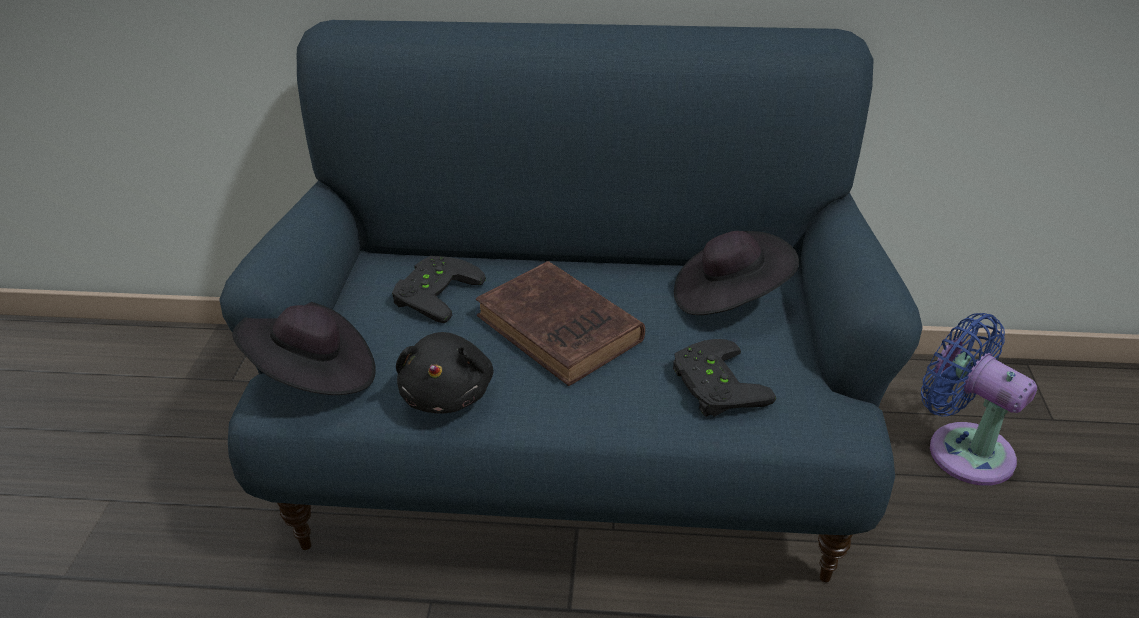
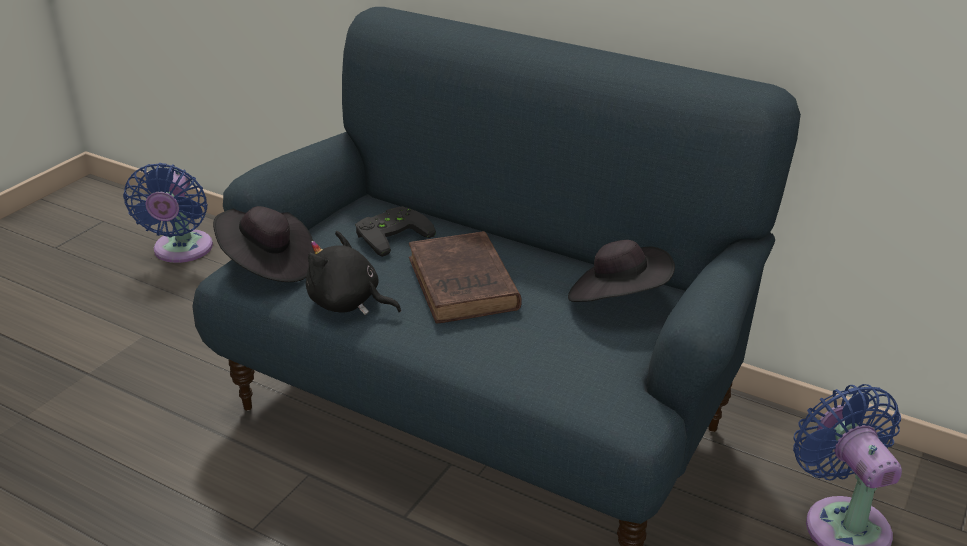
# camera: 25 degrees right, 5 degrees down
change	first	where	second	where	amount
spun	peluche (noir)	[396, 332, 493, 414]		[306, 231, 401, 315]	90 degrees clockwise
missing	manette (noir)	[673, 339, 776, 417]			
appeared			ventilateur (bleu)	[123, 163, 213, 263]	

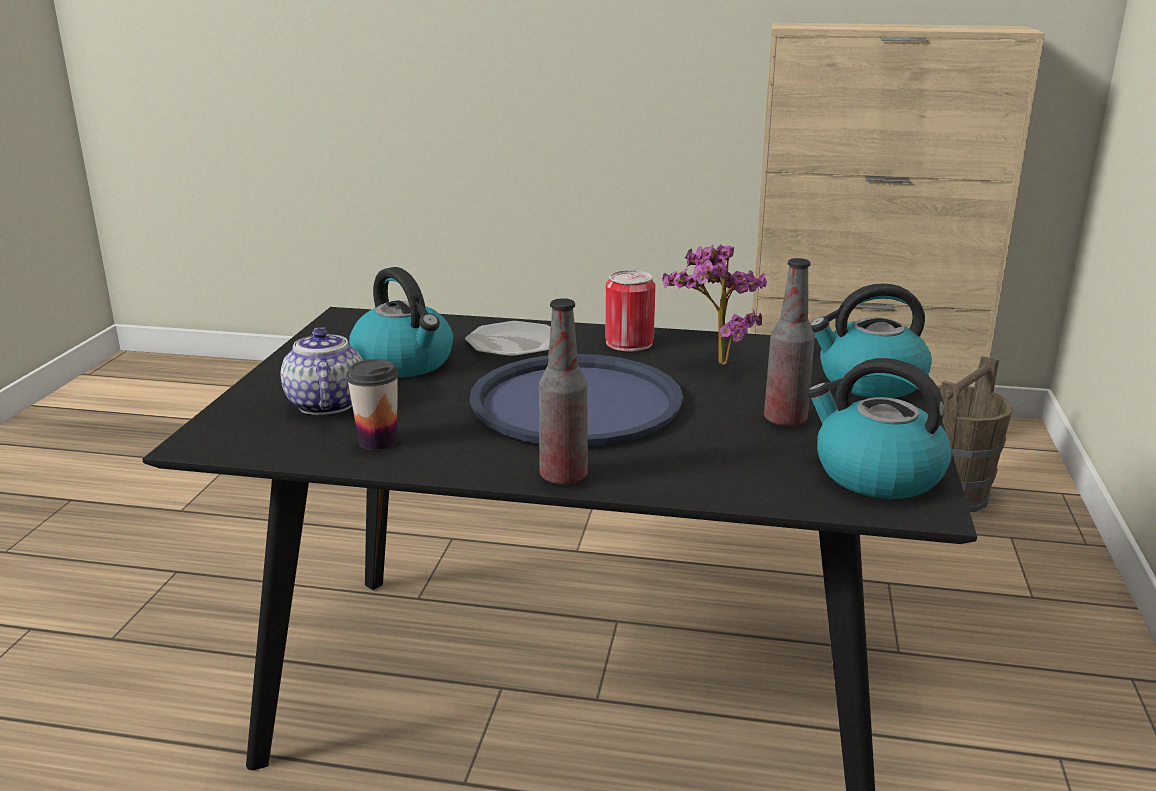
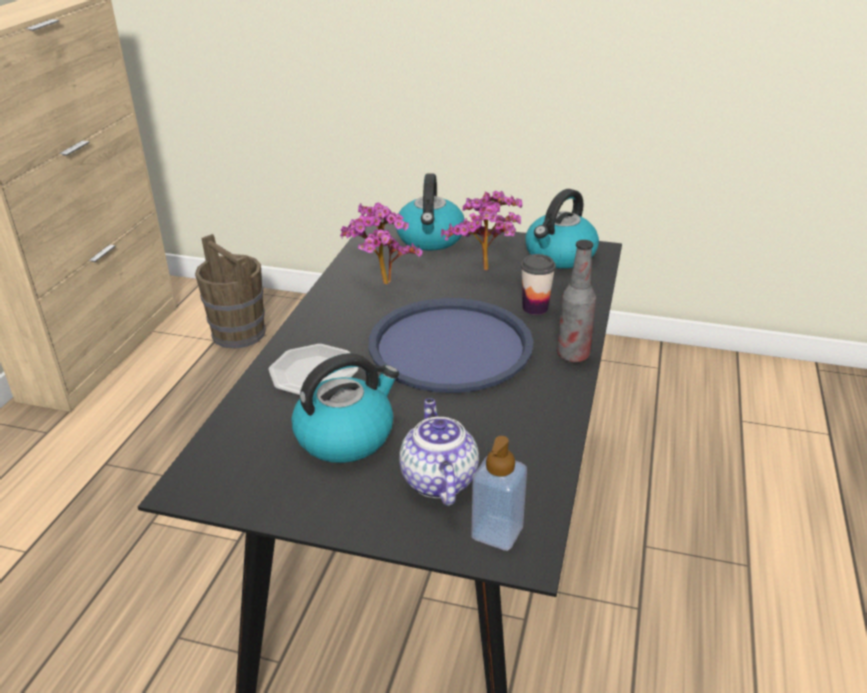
# camera: 85 degrees left, 10 degrees up
change	first	where	second	where	amount
spun	théière	[281, 327, 362, 415]		[399, 399, 479, 506]	90 degrees clockwise
relocated	tasse	[346, 359, 399, 450]		[521, 254, 556, 315]	
missing	boîte métallique	[605, 270, 656, 351]			
exchanged	bouteille	[764, 258, 815, 427]	plante en pot	[441, 191, 522, 270]	
appeared			distributeur de savon	[471, 436, 527, 551]	

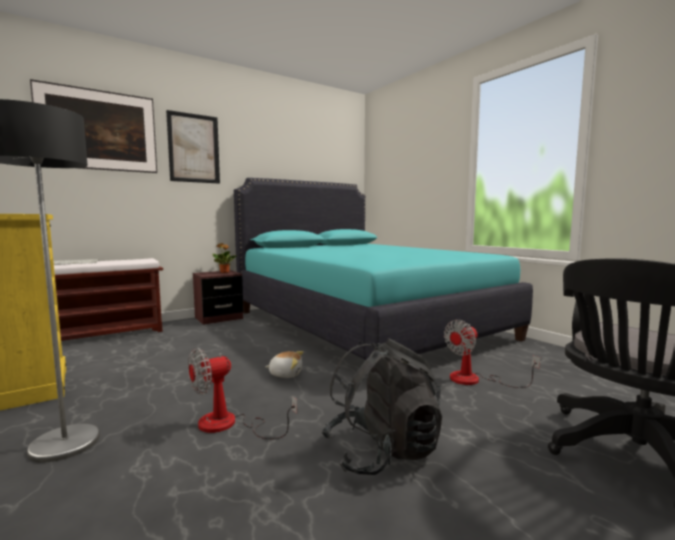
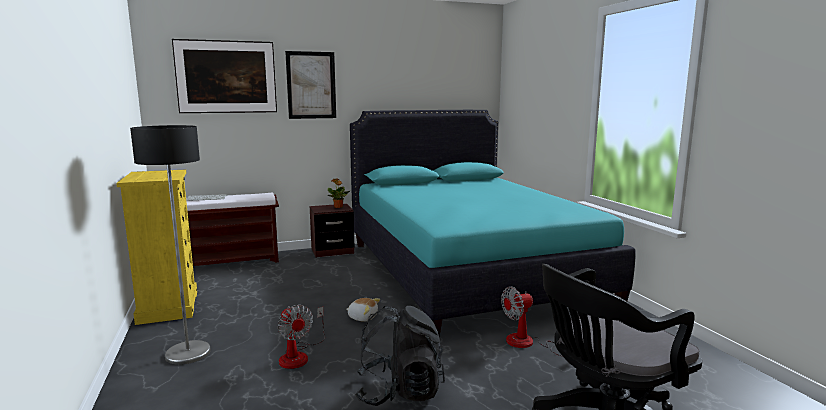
# camera: 15 degrees right, 5 degrees up
change	first	where	second	where	amount
spun	ventilateur	[188, 348, 297, 439]		[278, 305, 325, 369]	105 degrees counterclockwise

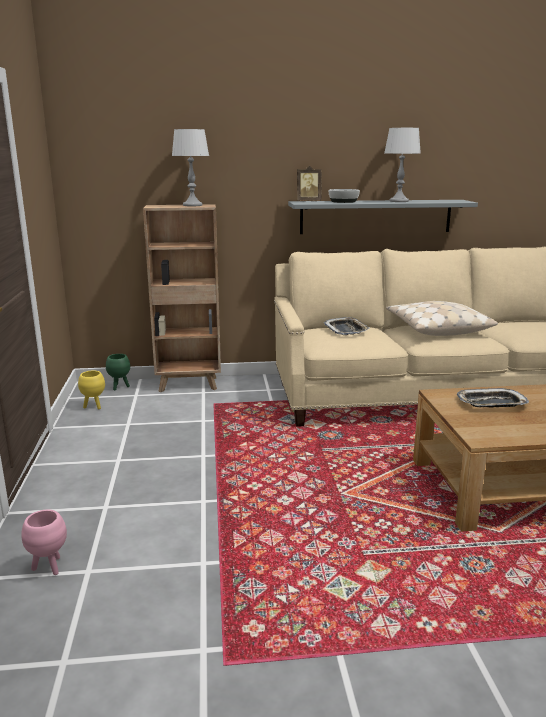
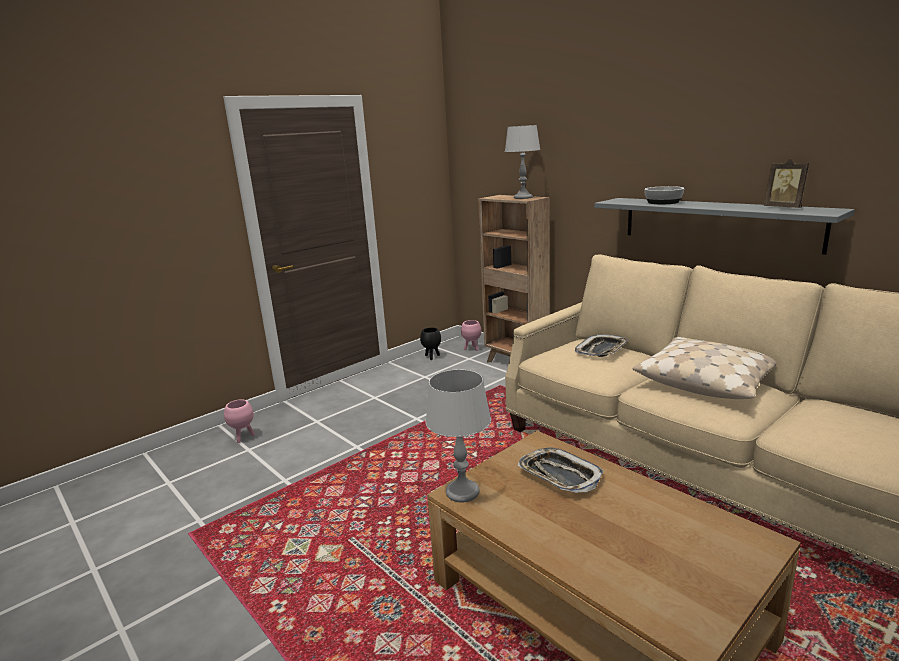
# camera: 55 degrees right, 0 degrees up
change	first	where	second	where	amount
colour	cache-pot (jaune)	[78, 370, 105, 409]	cache-pot (noir)	[420, 328, 441, 360]	
colour	cache-pot (vert)	[106, 354, 130, 390]	cache-pot (rose)	[461, 320, 481, 351]	
relocated	cadre photo	[297, 166, 322, 201]		[764, 158, 809, 208]	
relocated	lampe de table (gris)	[384, 128, 421, 202]		[425, 370, 491, 503]	

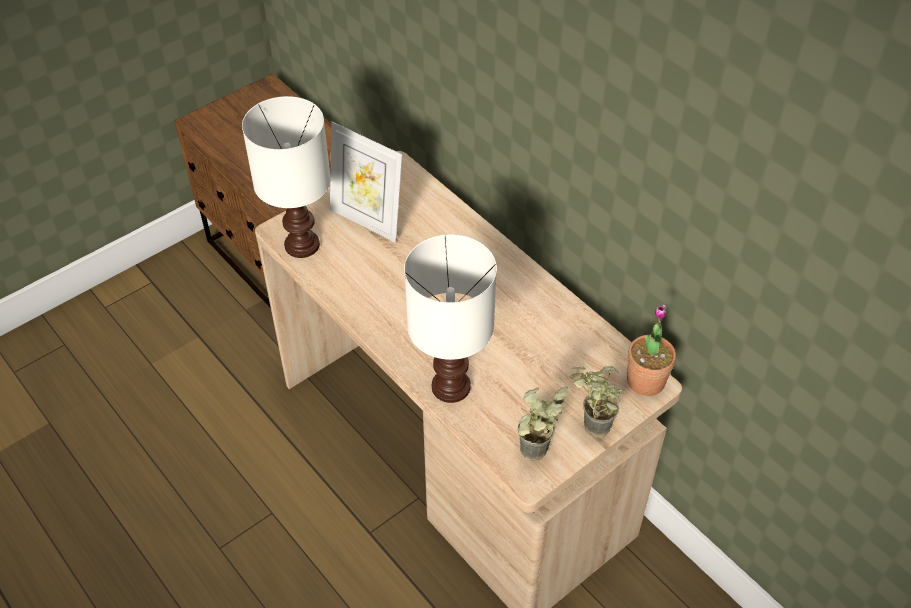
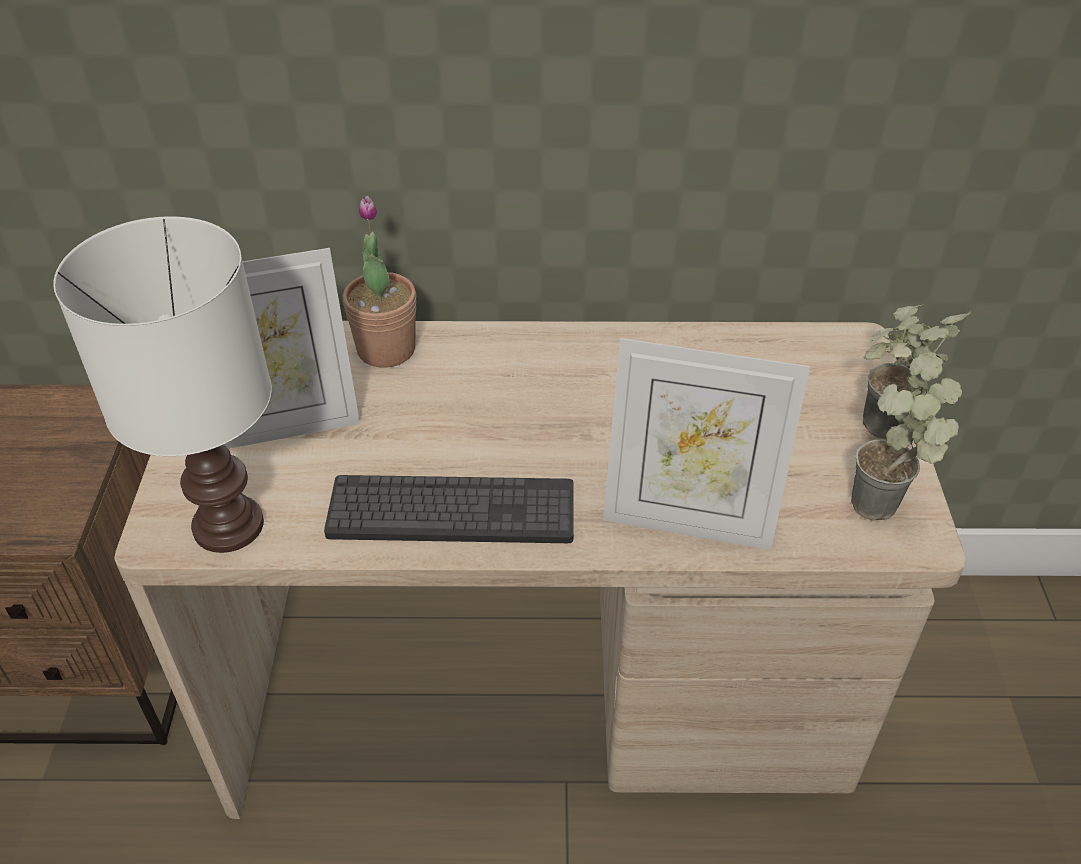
# camera: 50 degrees left, 5 degrees down
change	first	where	second	where	amount
exchanged	lampe de table (blanc)	[404, 234, 497, 403]	cadre photo	[603, 338, 810, 550]	
relocated	plante en pot	[627, 305, 676, 396]		[343, 196, 416, 368]	
appeared			clavier	[324, 475, 574, 543]	

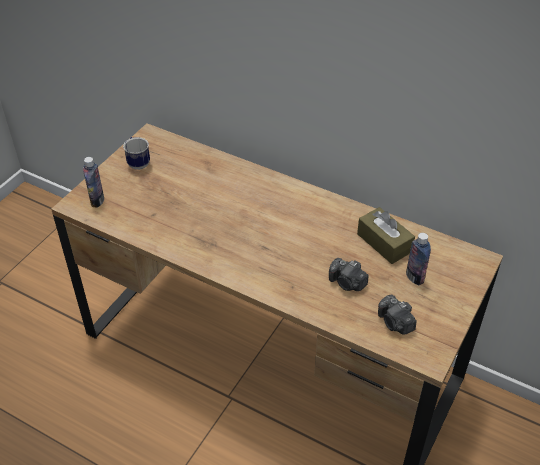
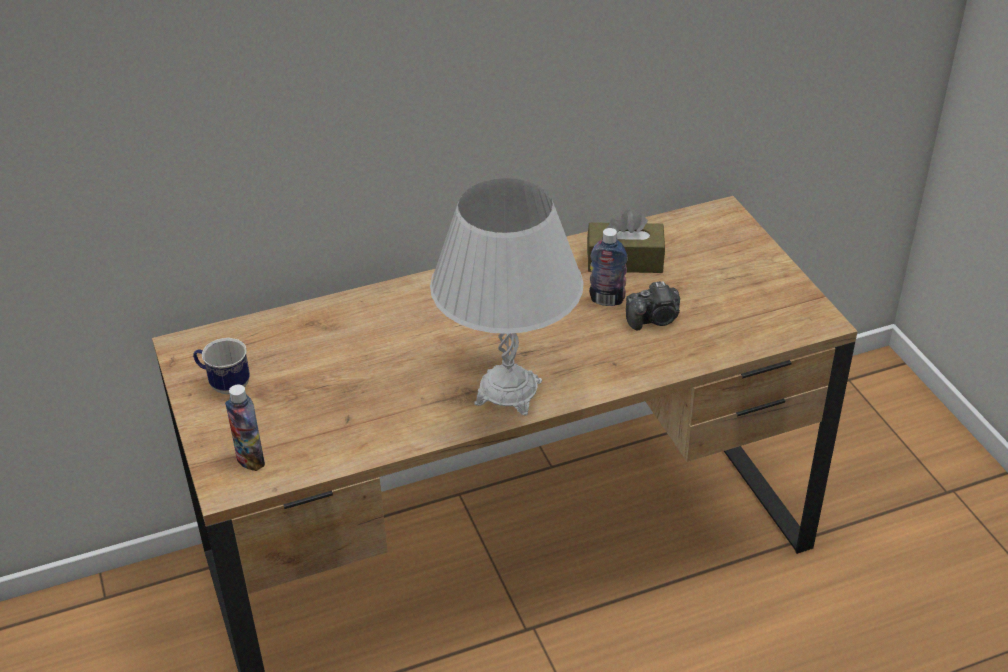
# camera: 50 degrees left, 5 degrees down
change	first	where	second	where	amount
missing	appareil photo	[378, 295, 417, 335]			
relocated	bouteille	[406, 233, 431, 285]		[589, 228, 628, 306]	
appeared			lampe de table (blanc)	[430, 178, 584, 416]	

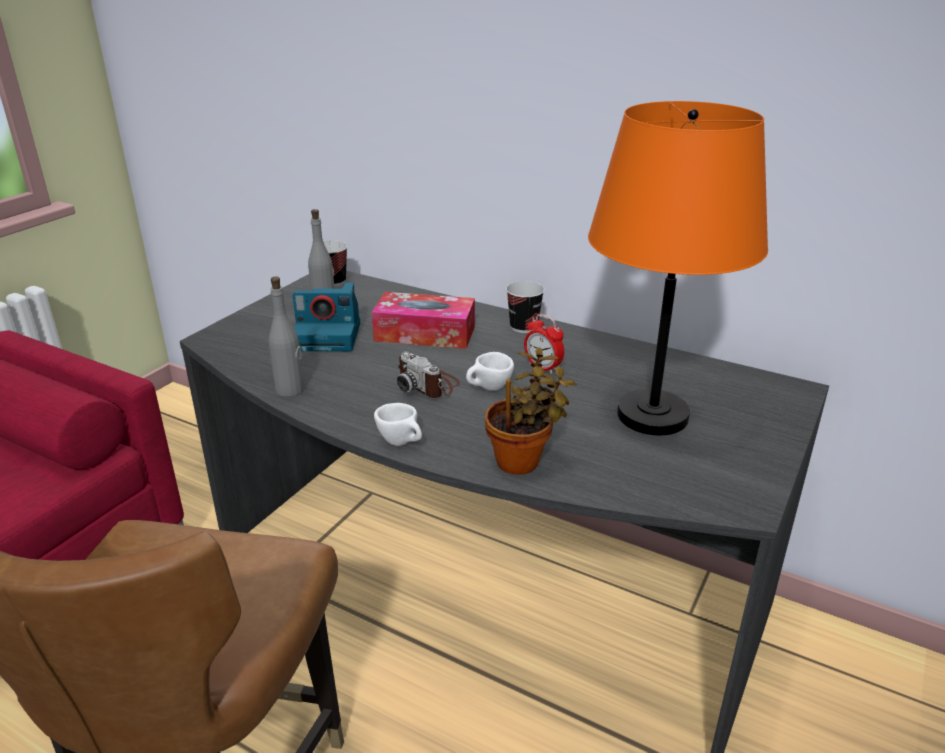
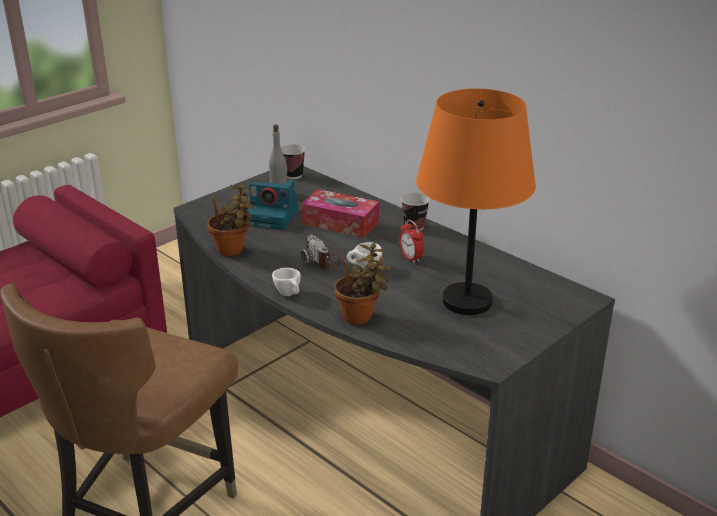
# camera: 15 degrees right, 0 degrees up
change	first	where	second	where	amount
exchanged	bouteille (gris)	[269, 277, 304, 397]	plante en pot	[207, 184, 254, 257]	

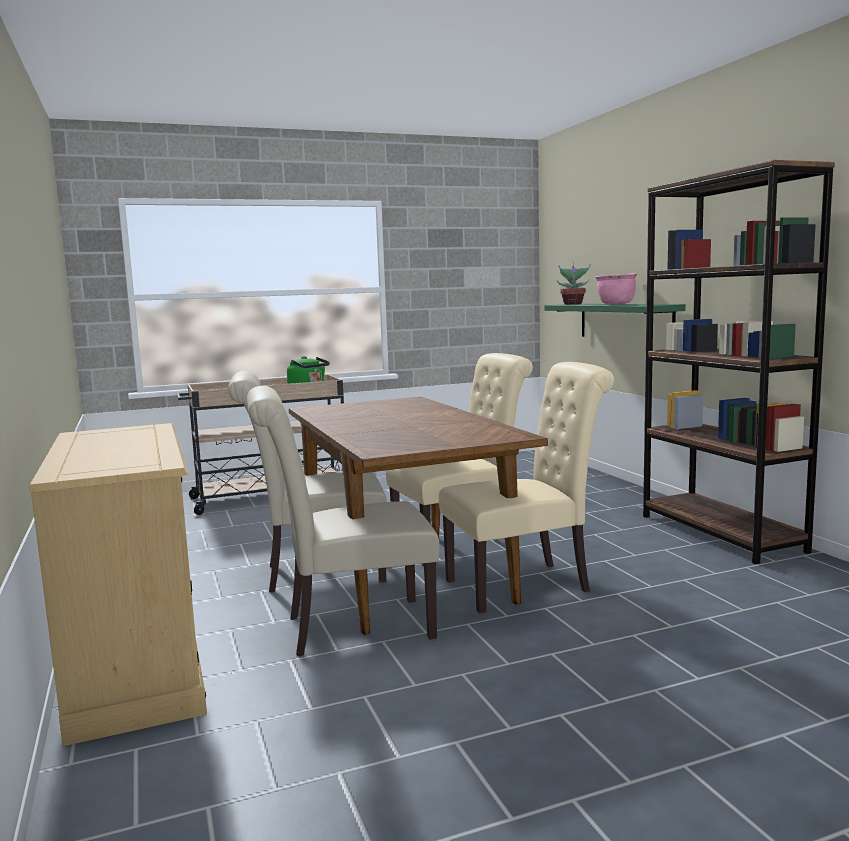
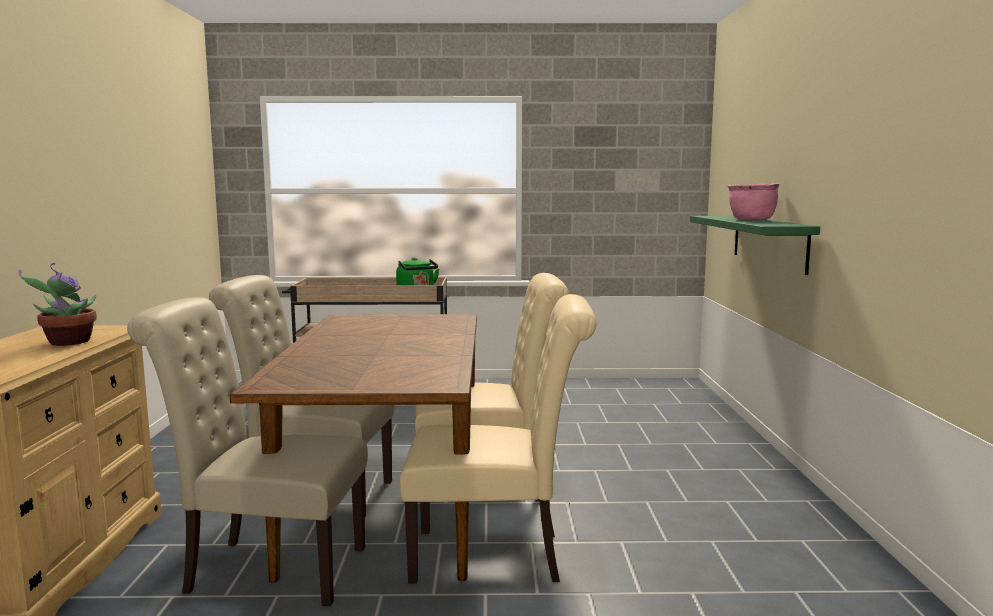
# camera: 20 degrees right, 0 degrees up
change	first	where	second	where	amount
relocated	plante en pot	[557, 261, 591, 305]		[18, 263, 97, 346]	
missing	bibliothèque (marron)	[643, 160, 835, 564]			

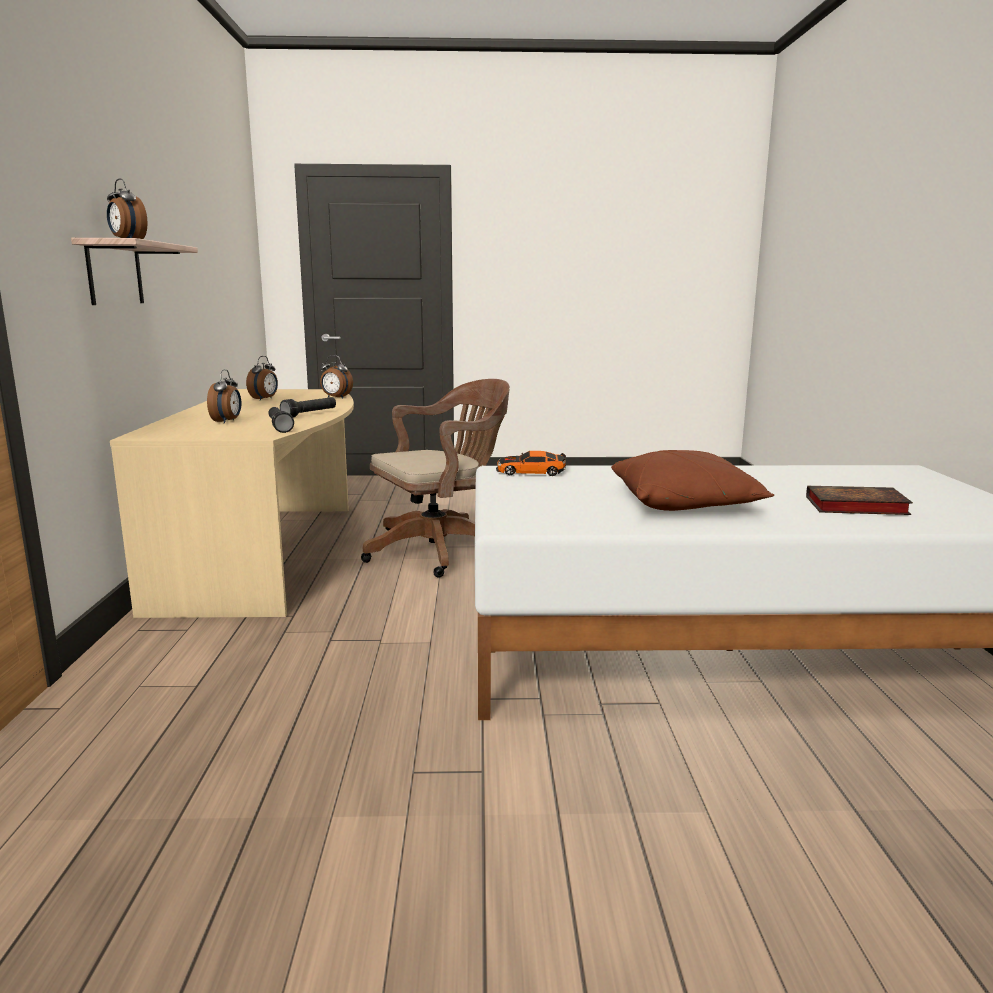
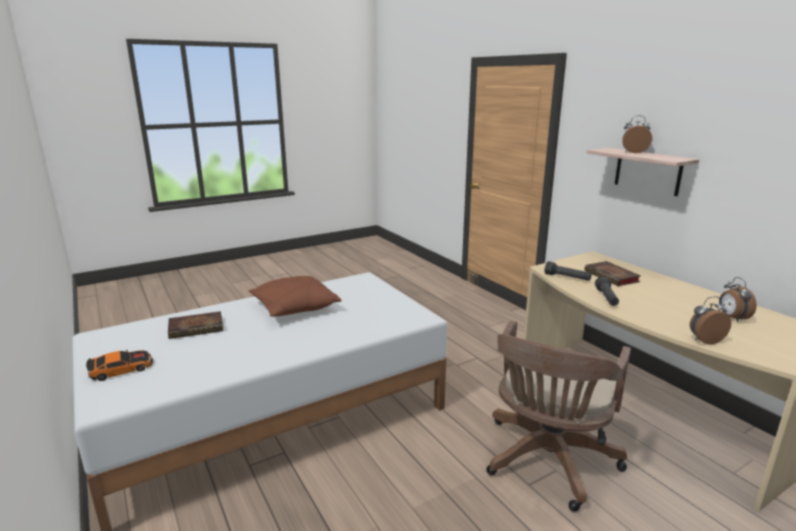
# camera: 150 degrees right, 5 degrees up
change	first	where	second	where	amount
exchanged	réveil	[207, 369, 241, 424]	livre	[585, 261, 641, 286]	
relocated	petite voiture	[496, 451, 566, 476]		[86, 350, 153, 381]	

